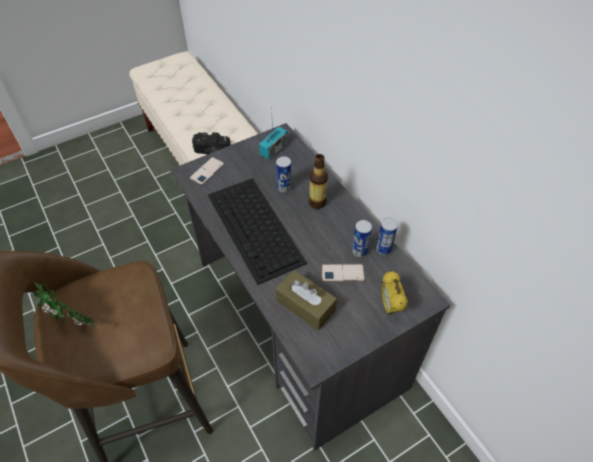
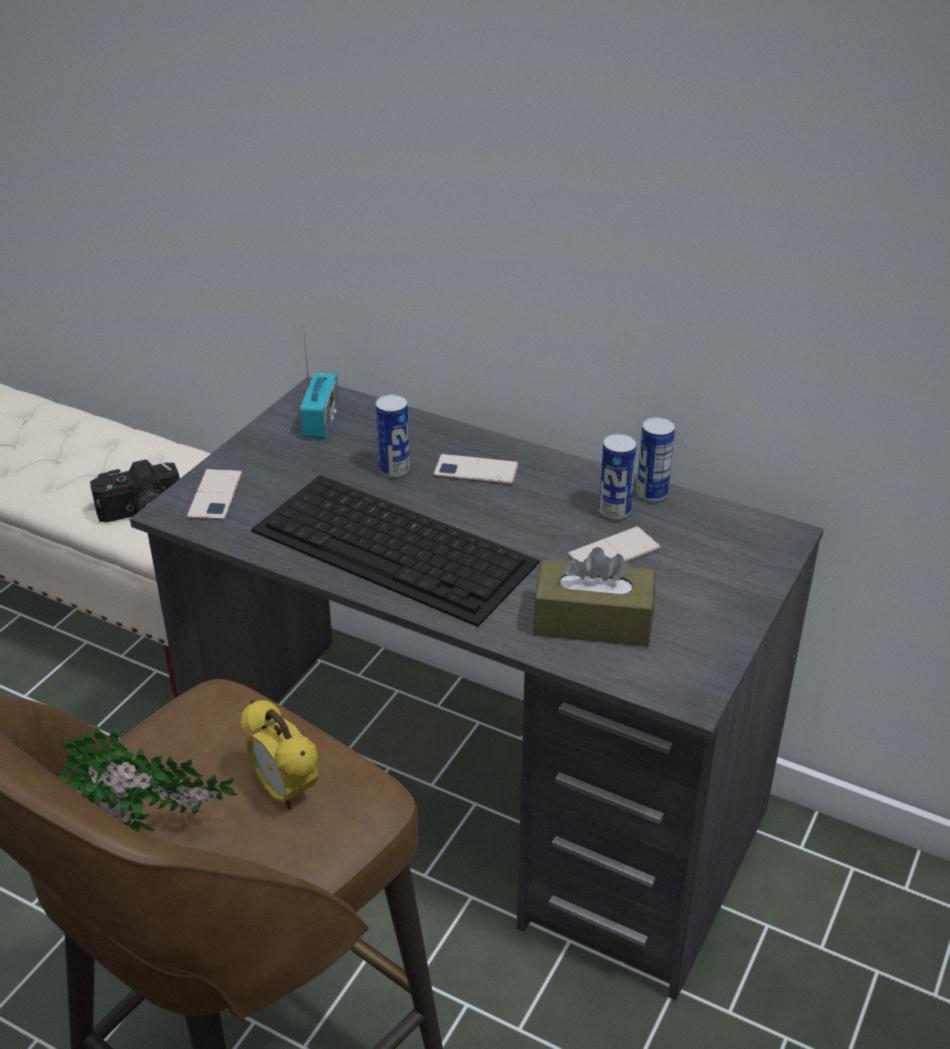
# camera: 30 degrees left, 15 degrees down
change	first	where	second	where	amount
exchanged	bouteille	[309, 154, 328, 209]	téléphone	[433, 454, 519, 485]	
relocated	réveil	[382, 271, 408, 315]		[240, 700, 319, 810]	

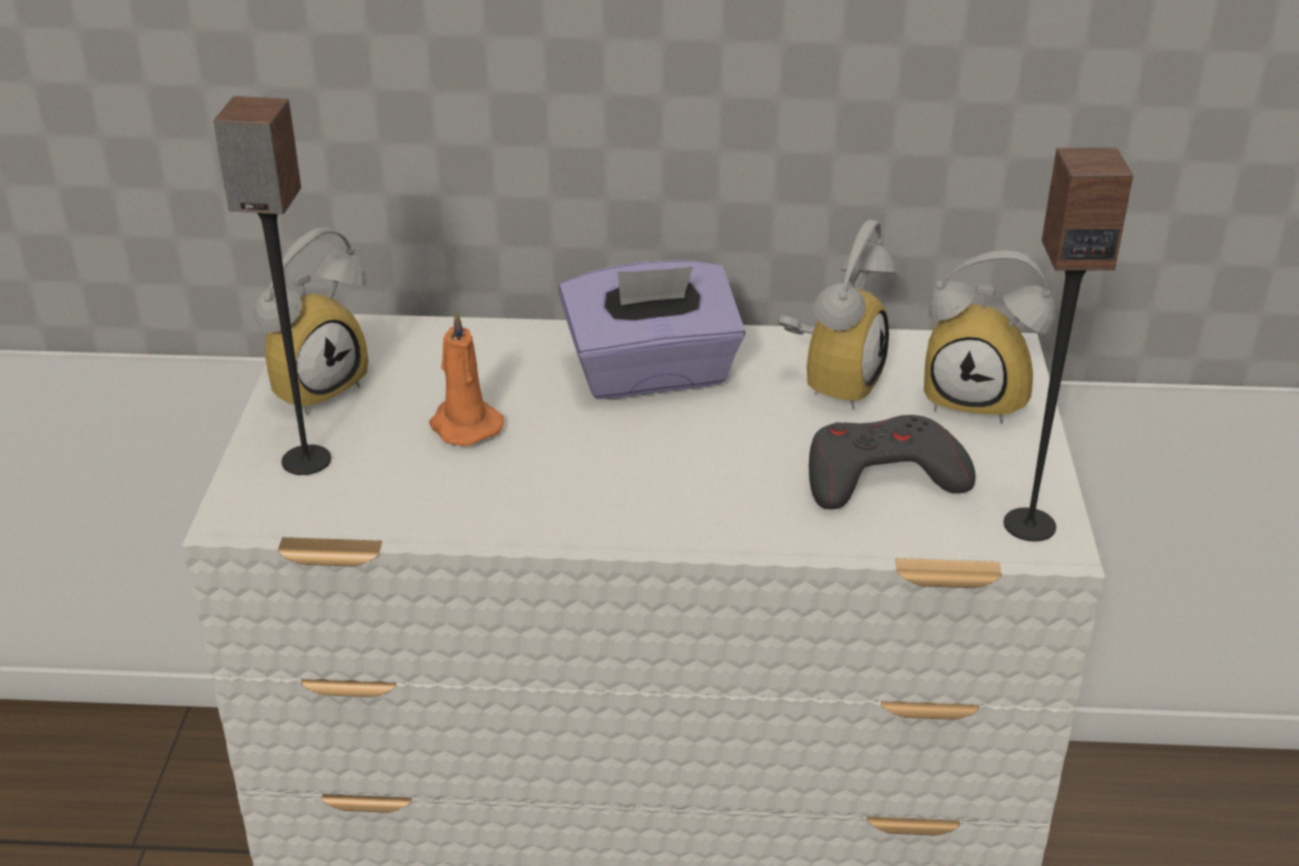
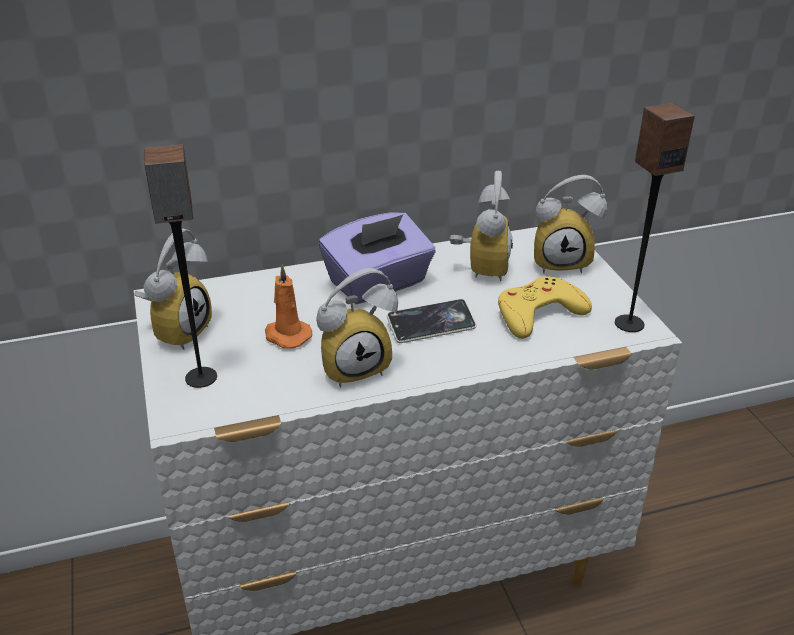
# camera: 20 degrees left, 0 degrees up
change	first	where	second	where	amount
colour	manette (gris)	[809, 415, 976, 510]	manette (jaune)	[498, 276, 592, 339]	
appeared			réveil	[317, 268, 398, 388]	
appeared			téléphone	[387, 299, 476, 343]	

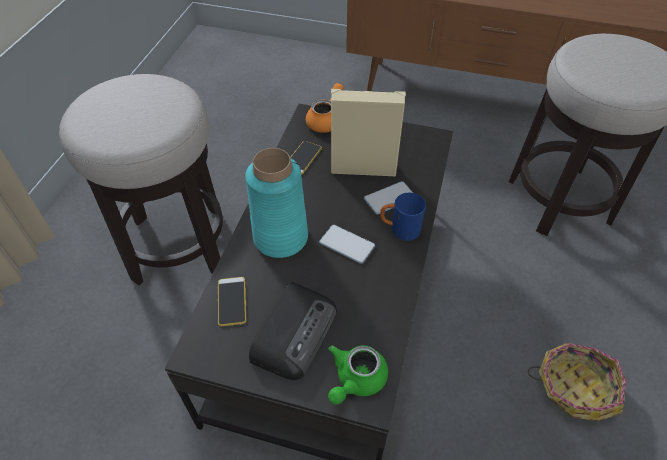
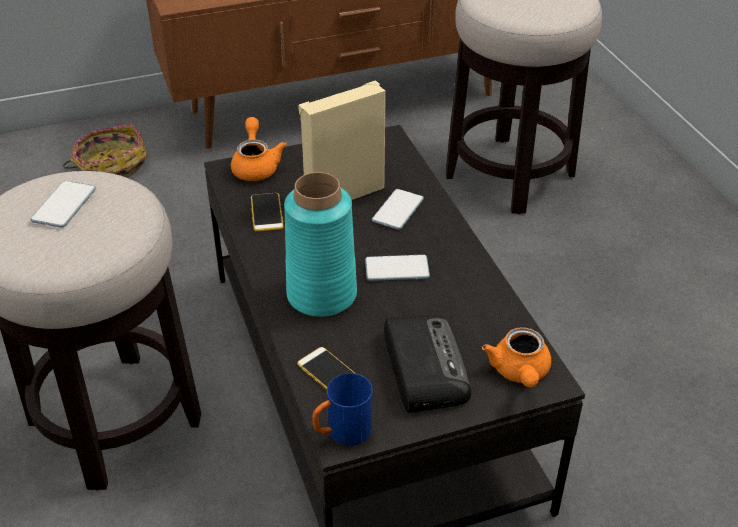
# camera: 35 degrees left, 10 degrees down
change	first	where	second	where	amount
colour	théière (vert)	[328, 345, 388, 405]	théière (orange)	[482, 327, 551, 387]	
relocated	mug (bleu)	[380, 193, 426, 241]		[312, 373, 372, 446]	
relocated	panier	[528, 343, 626, 421]		[63, 124, 147, 178]	
appeared			téléphone	[30, 181, 96, 228]	

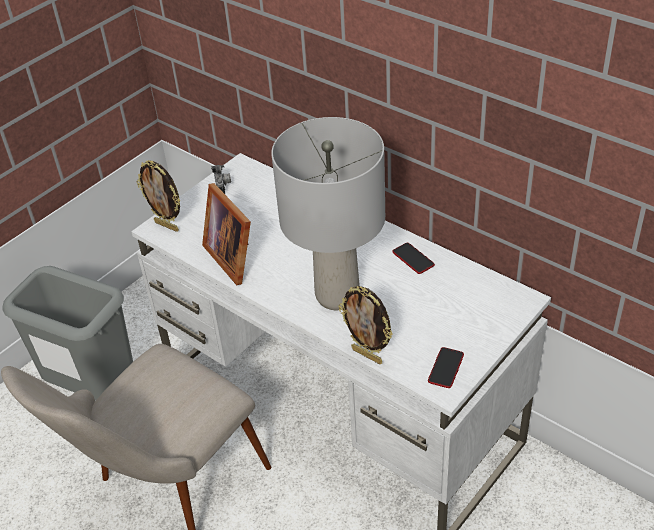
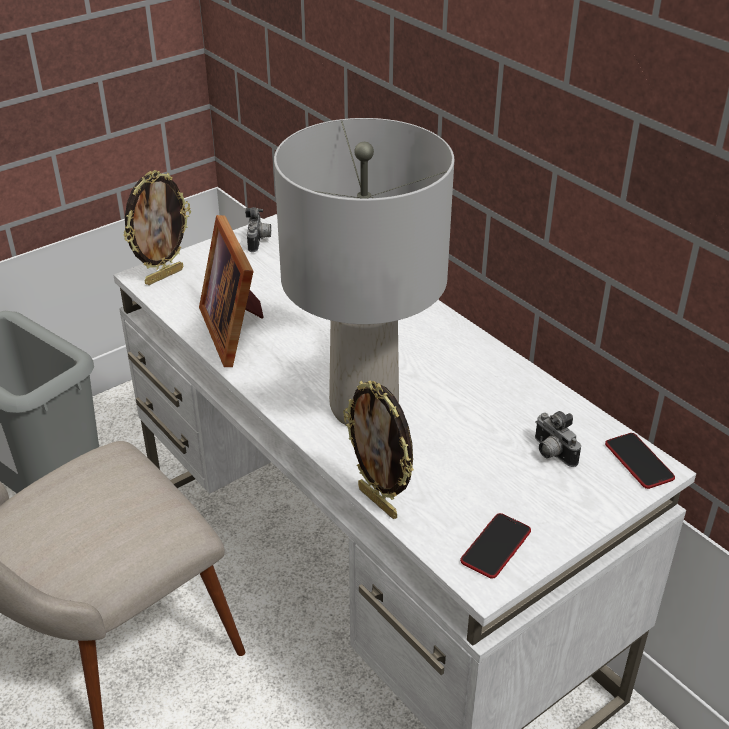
# camera: 10 degrees right, 5 degrees down
change	first	where	second	where	amount
spun	cadre photo	[137, 160, 180, 232]		[123, 170, 191, 285]	90 degrees counterclockwise
relocated	téléphone	[392, 243, 435, 274]		[605, 433, 675, 489]	
appeared			appareil photo	[535, 411, 581, 467]	

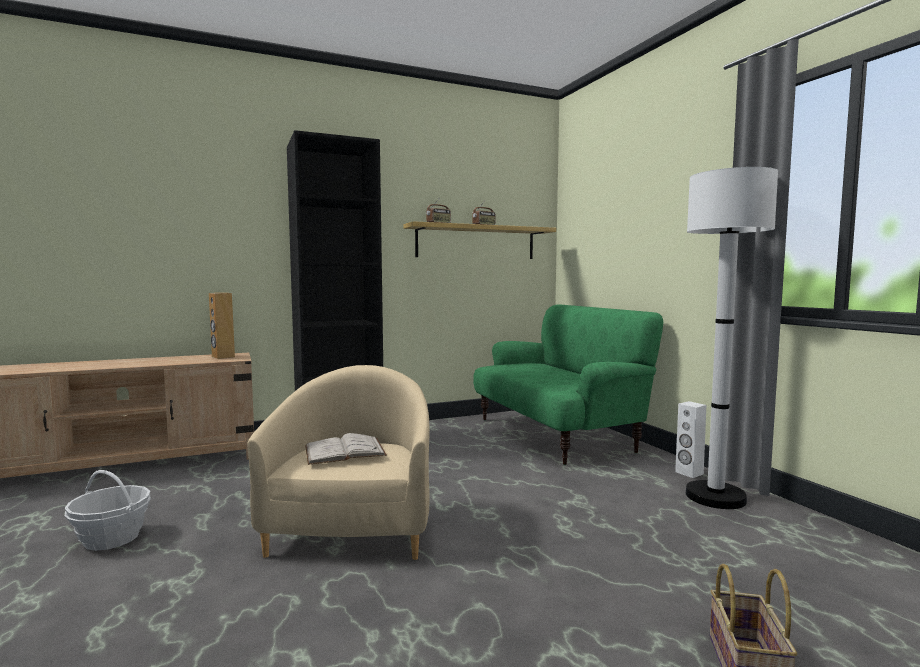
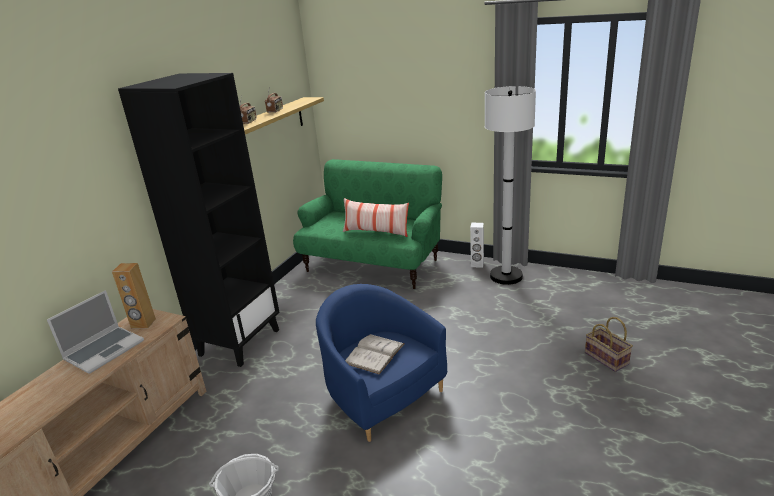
# camera: 40 degrees left, 20 degrees up
change	first	where	second	where	amount
colour	fauteuil (beige)	[248, 365, 430, 560]	fauteuil (bleu)	[316, 284, 447, 442]	
appeared			ordinateur portable	[47, 290, 144, 374]	
appeared			coussin	[343, 198, 409, 237]	

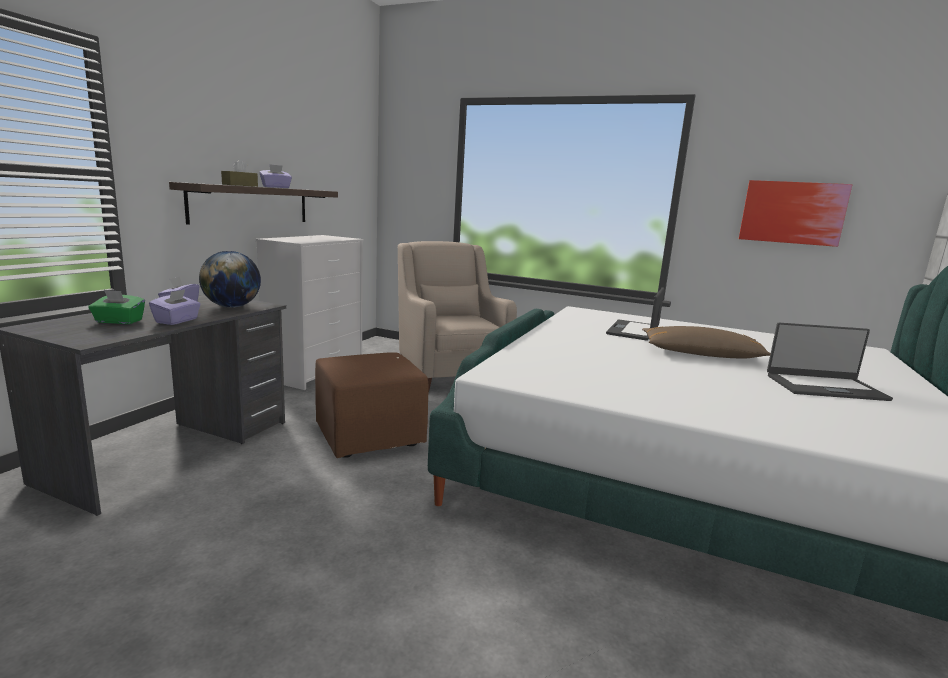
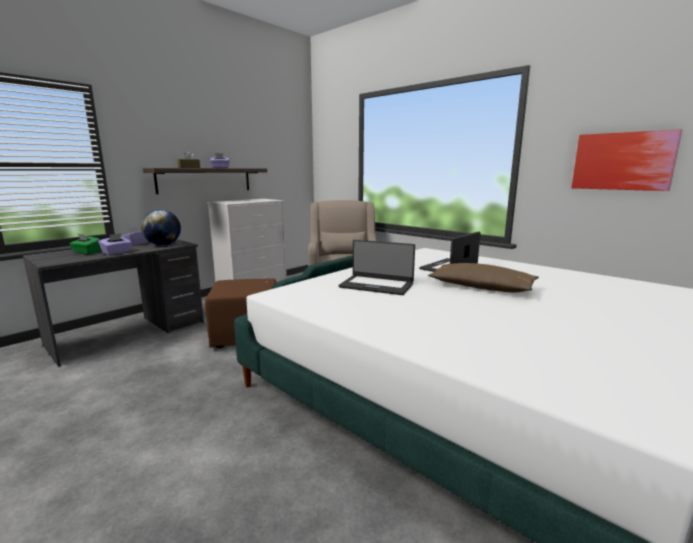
# camera: 20 degrees right, 0 degrees up
change	first	where	second	where	amount
relocated	ordinateur portable	[767, 323, 893, 401]		[339, 240, 415, 295]	

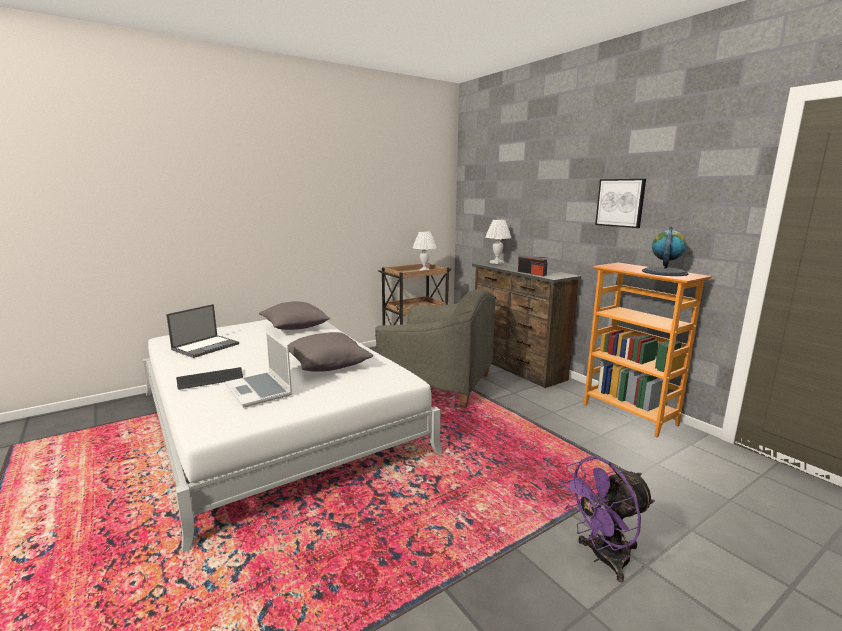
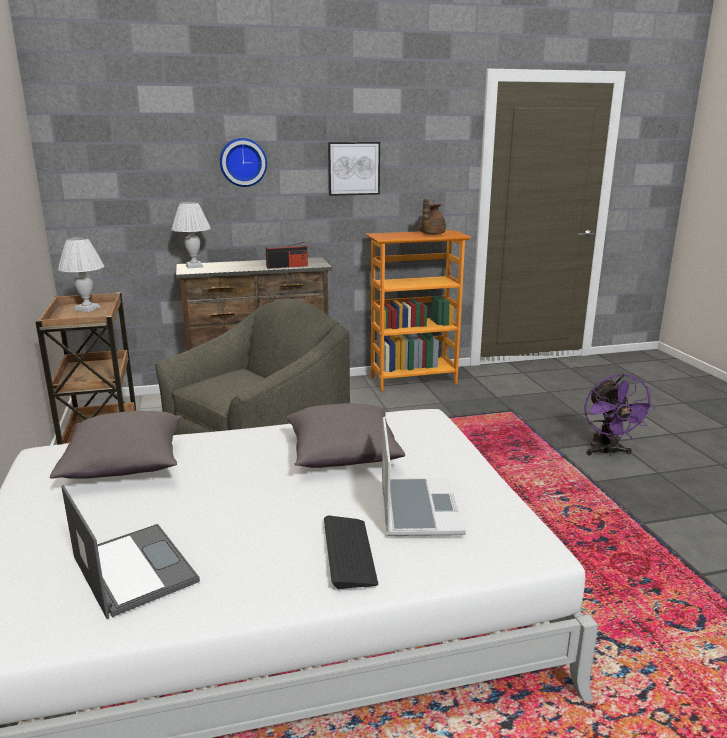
# camera: 70 degrees left, 5 degrees up
change	first	where	second	where	amount
spun	ordinateur portable	[225, 331, 292, 407]		[382, 417, 466, 536]	75 degrees counterclockwise
exchanged	globe	[642, 227, 689, 276]	théière (marron)	[419, 199, 446, 234]	
appeared			horloge murale	[220, 138, 267, 187]	

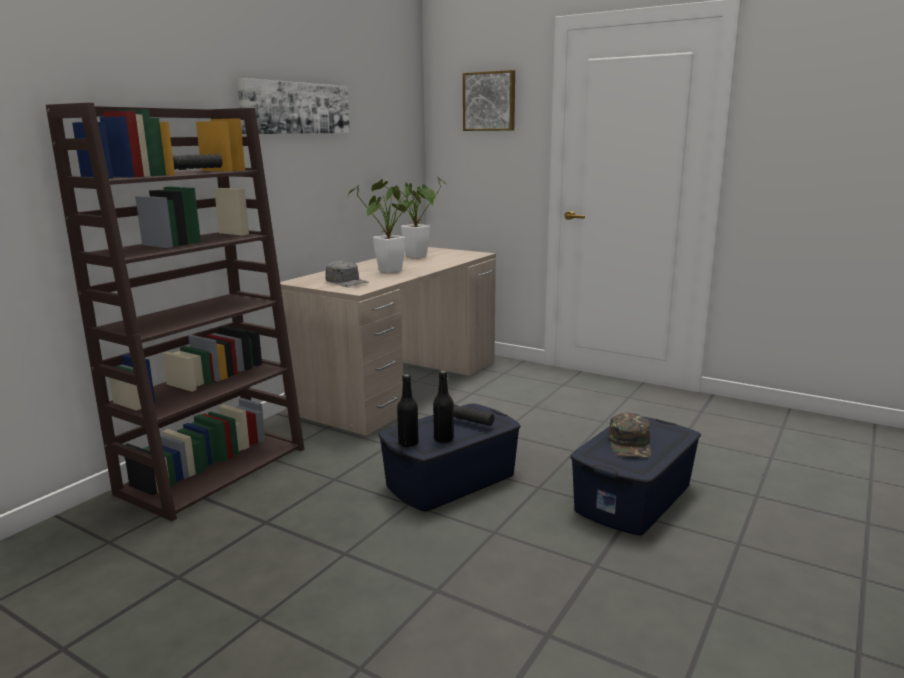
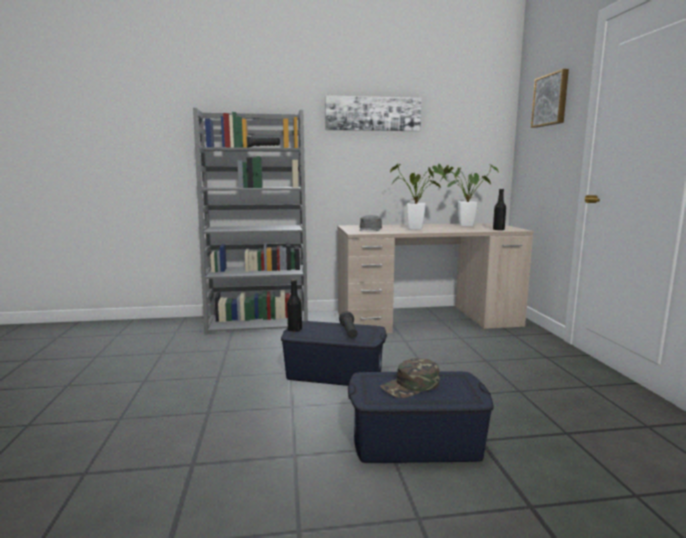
# camera: 50 degrees right, 5 degrees down
change	first	where	second	where	amount
colour	bibliothèque (marron)	[46, 102, 305, 521]	bibliothèque (gris)	[193, 108, 308, 335]	
relocated	bouteille (noir)	[433, 371, 454, 443]		[493, 189, 506, 230]	

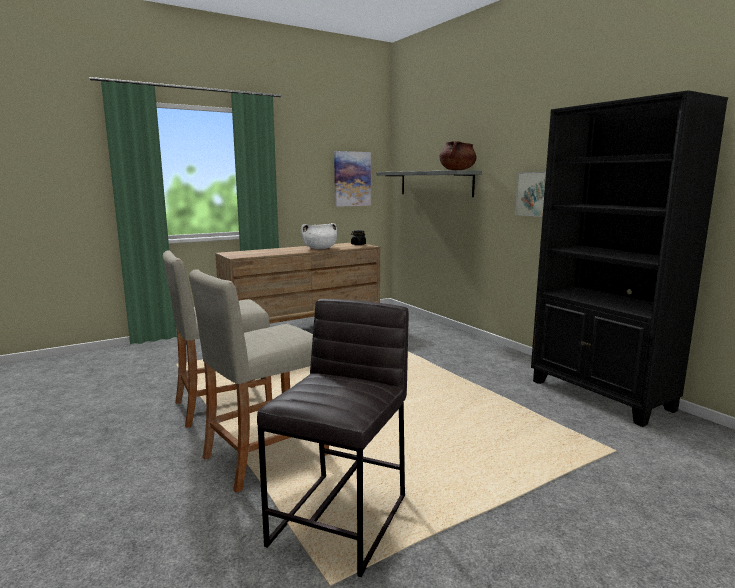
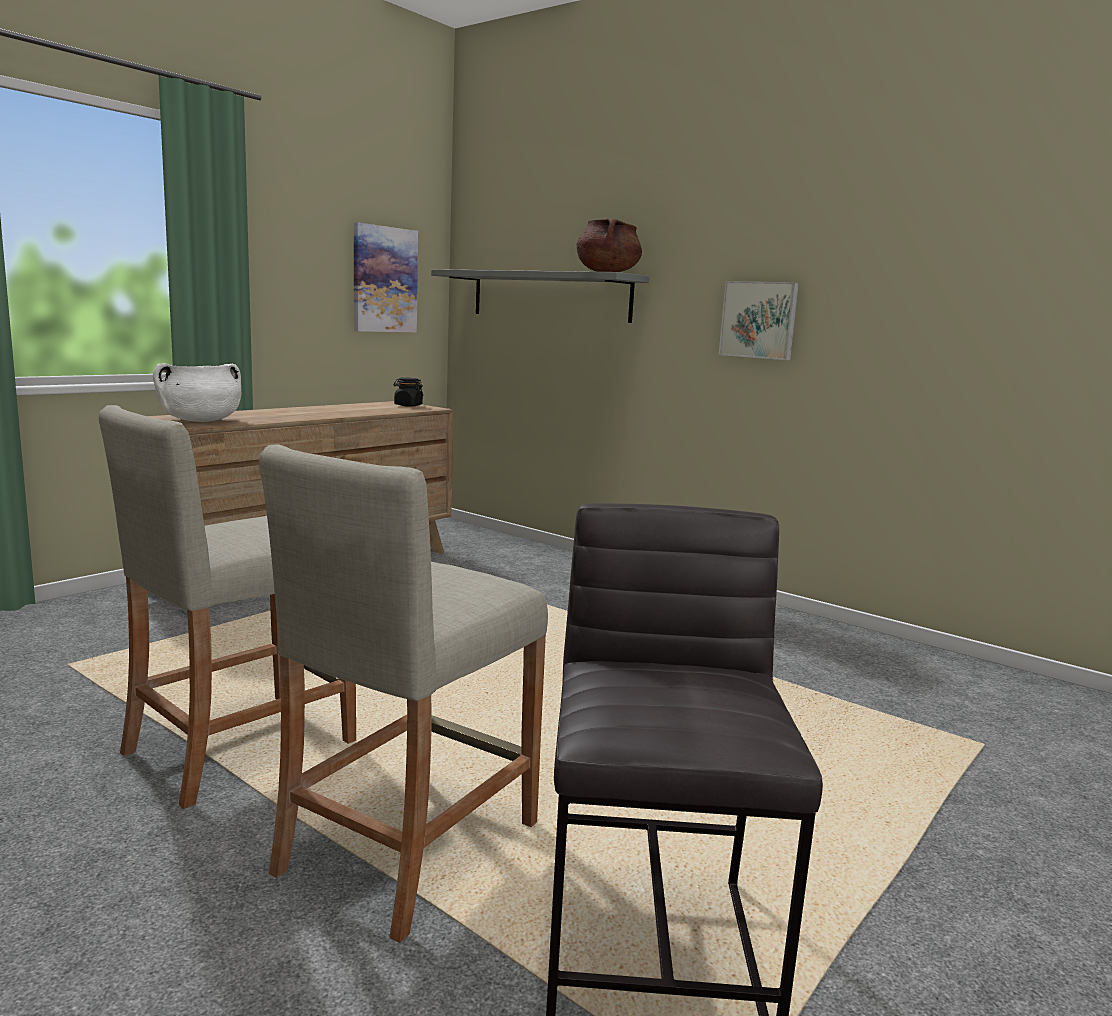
# camera: 20 degrees left, 0 degrees up
change	first	where	second	where	amount
relocated	marmite (blanc)	[301, 223, 337, 249]		[153, 363, 241, 422]	
missing	bibliothèque (noir)	[531, 90, 728, 427]			

